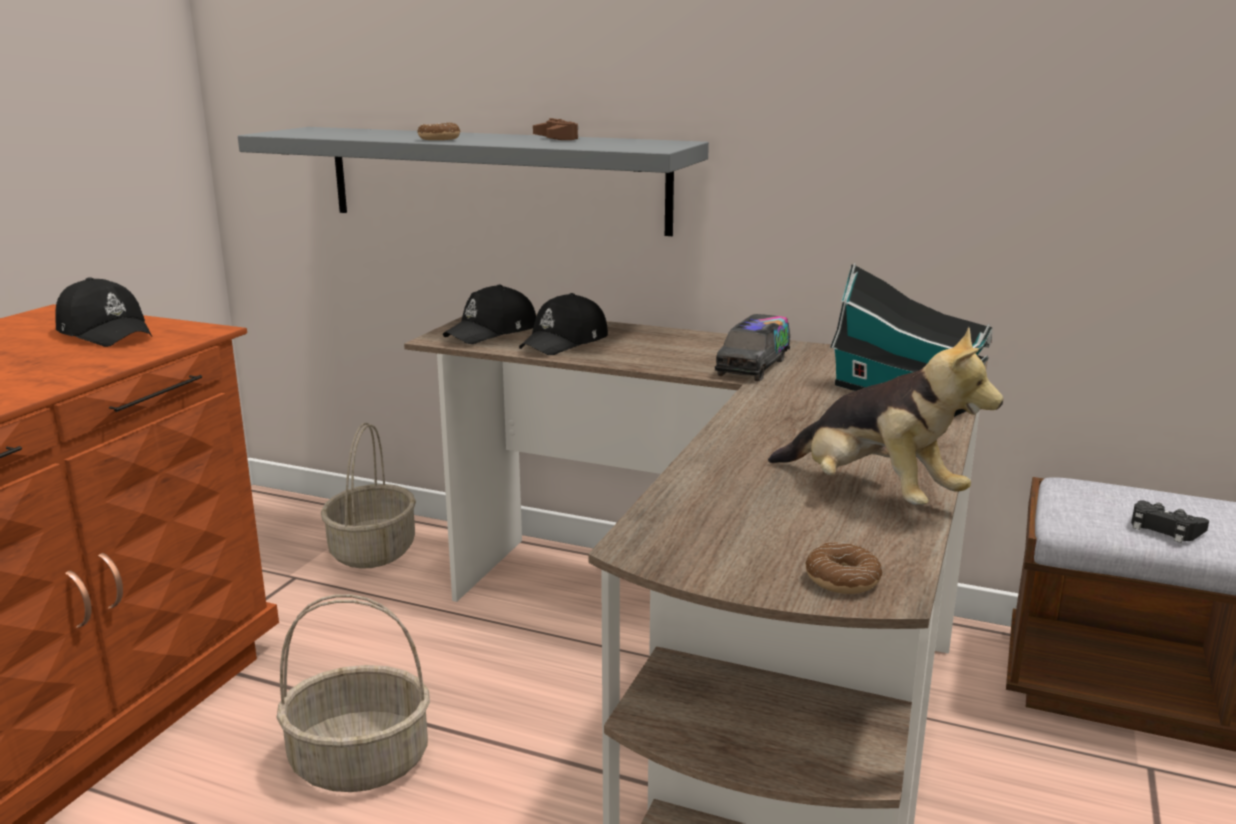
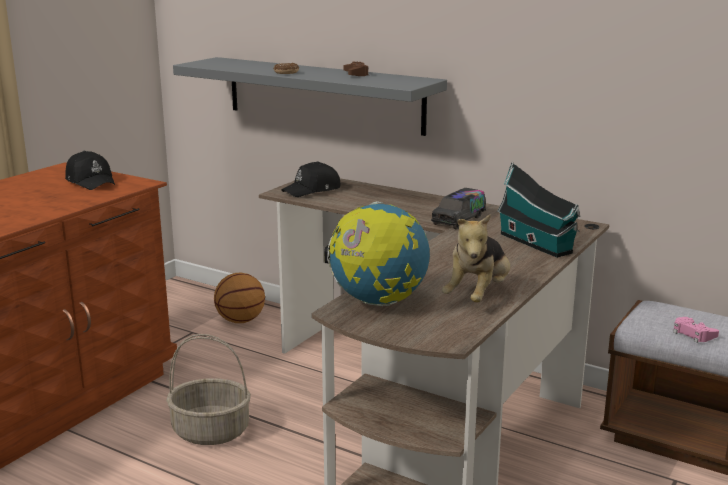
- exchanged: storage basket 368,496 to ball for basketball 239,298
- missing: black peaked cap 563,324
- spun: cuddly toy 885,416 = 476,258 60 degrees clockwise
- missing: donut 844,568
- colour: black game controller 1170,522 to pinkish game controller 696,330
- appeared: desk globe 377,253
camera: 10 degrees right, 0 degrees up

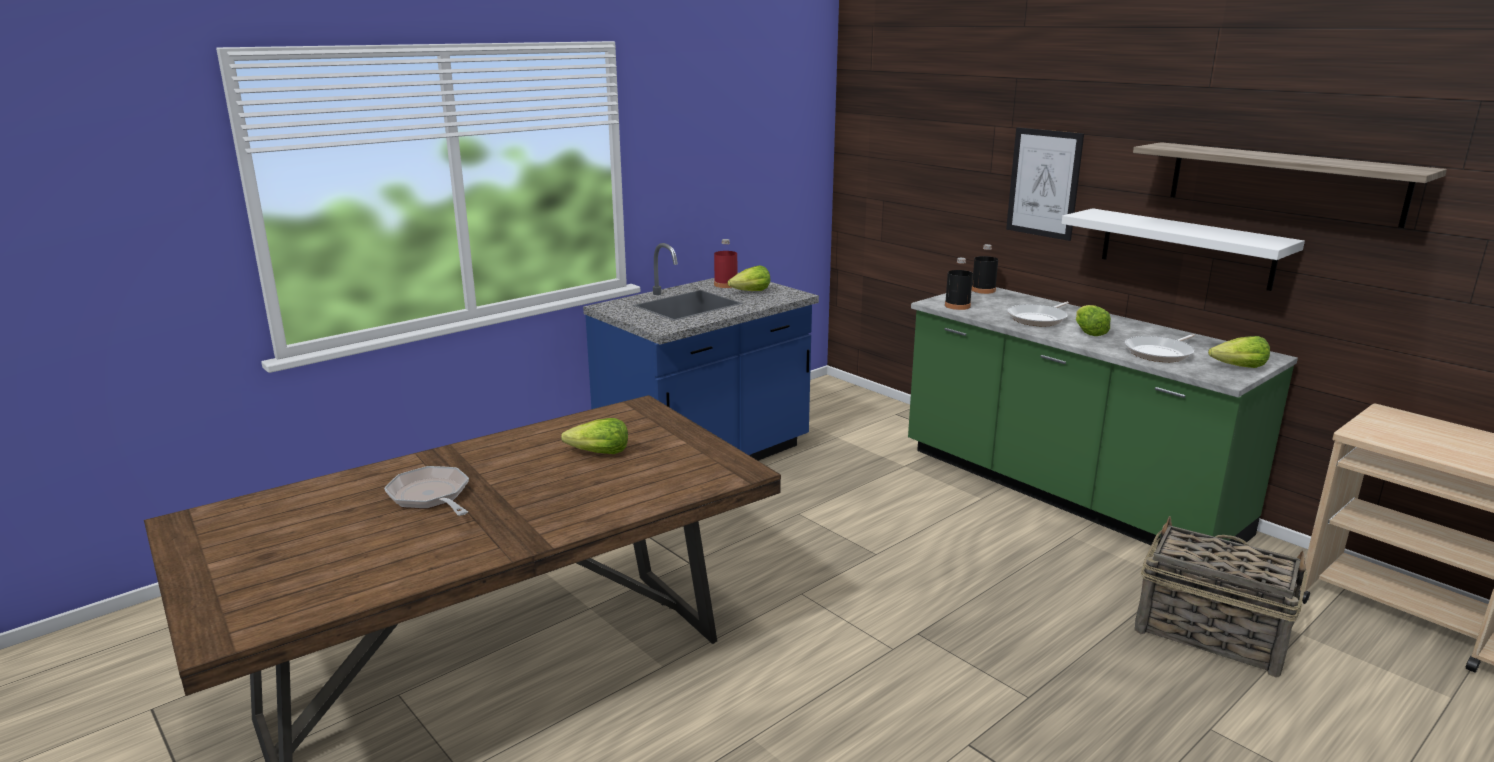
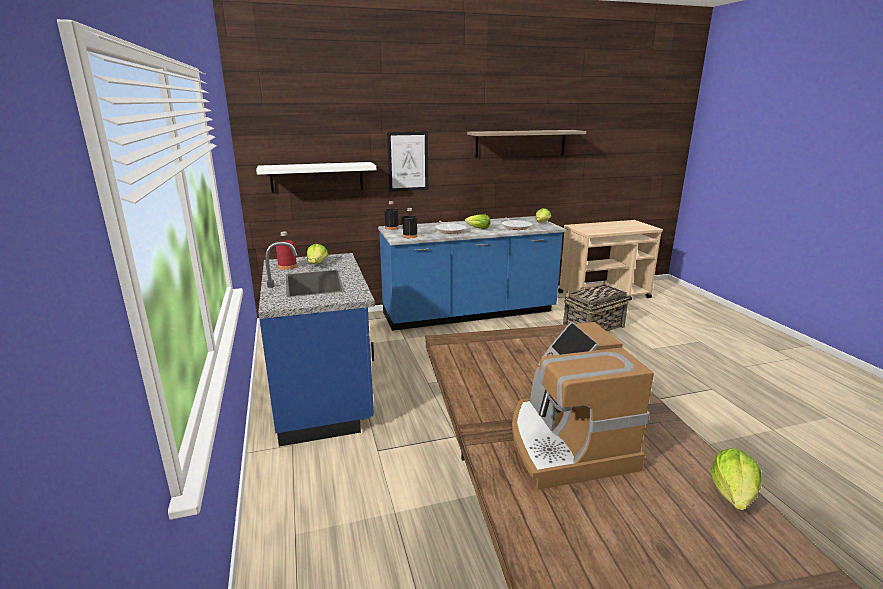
- exchanged: skillet 426,491 to coffee brewer 583,406
- relocated: lettuce 594,436 to 736,479
- colour: greenish kitchen base unit 1103,416 to blue-coloured kitchen base unit 472,273
- relocated: whitish bracket shelf 1183,249 to 316,177
camera: 65 degrees left, 0 degrees up

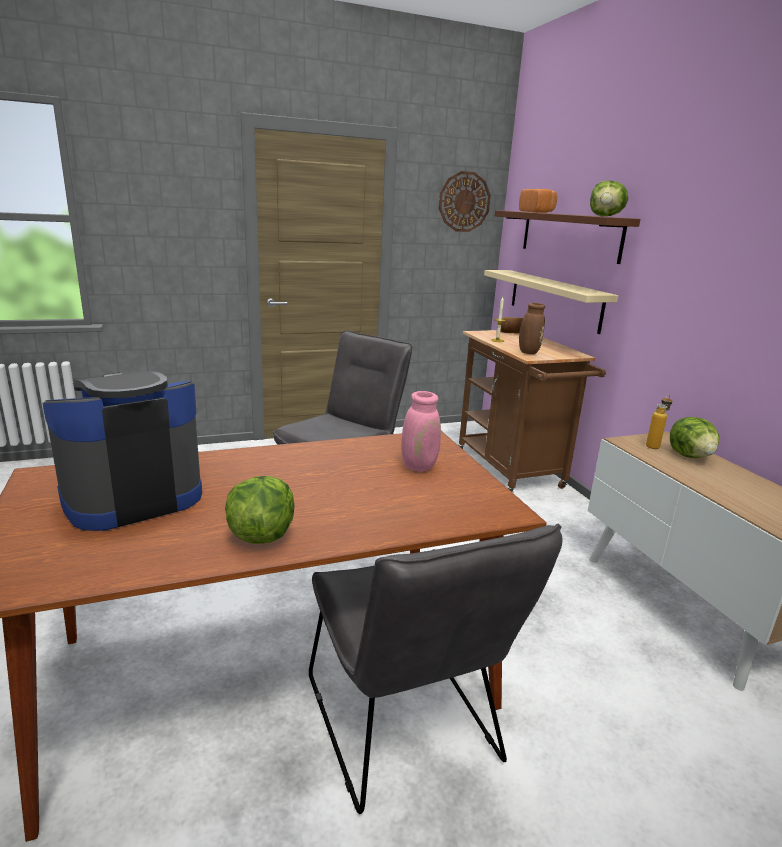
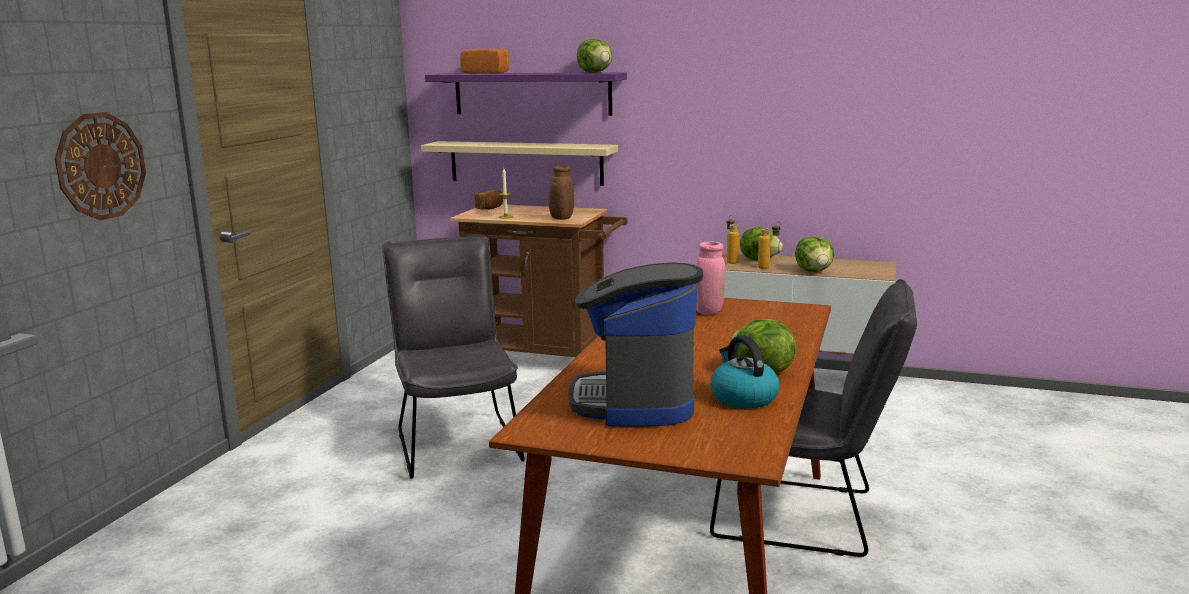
- relocated: wall clock 465,201 to 100,166
- colour: brown bracket shelf 567,237 to purplish bracket shelf 526,94
- appeared: tea kettle 744,372
- appeared: bottle 770,245
- appeared: lettuce 814,254
camera: 50 degrees left, 5 degrees down

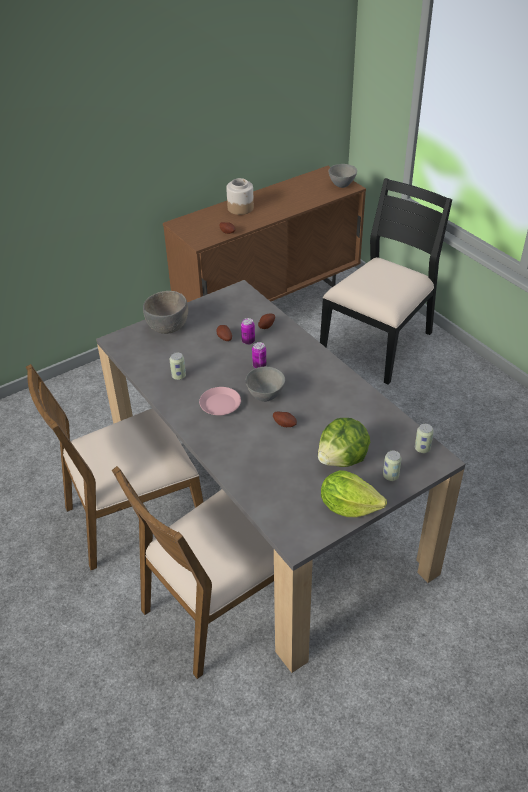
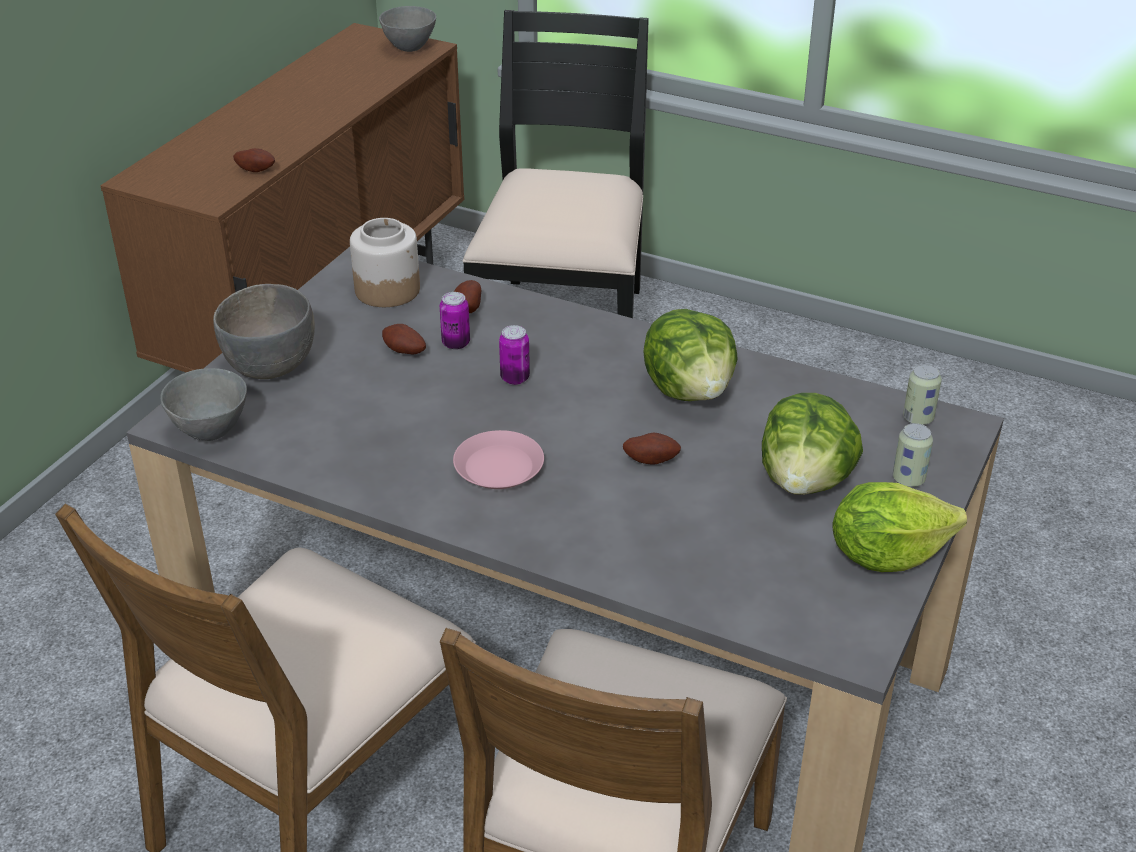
- missing: can 178,366
- relocated: storage jar 240,196 to 385,262
- relocated: gray deep dish 265,384 to 203,404
- appeared: lettuce 690,355
camera: 30 degrees left, 5 degrees down

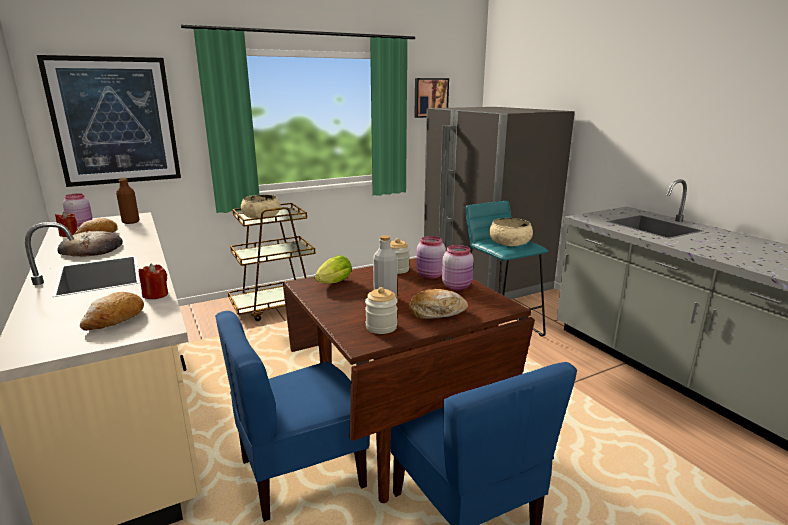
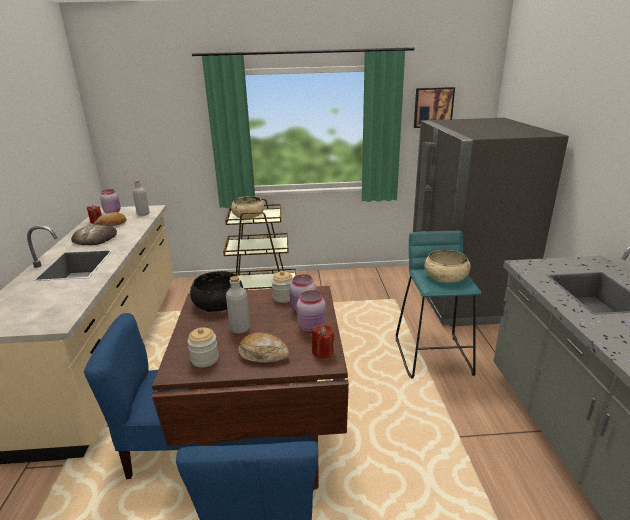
- missing: wall art 109,121
- missing: bread 112,311
- colour: brown bottle 127,200 to gray bottle 141,198
- relocated: reddish wax light 153,281 to 323,341
- exchanged: lettuce 333,269 to black deep dish 216,291
camera: 25 degrees right, 5 degrees up

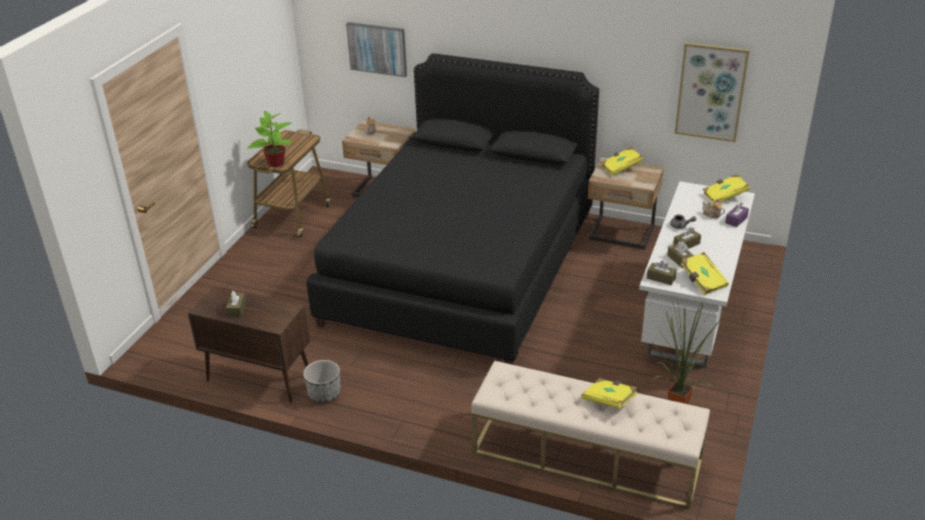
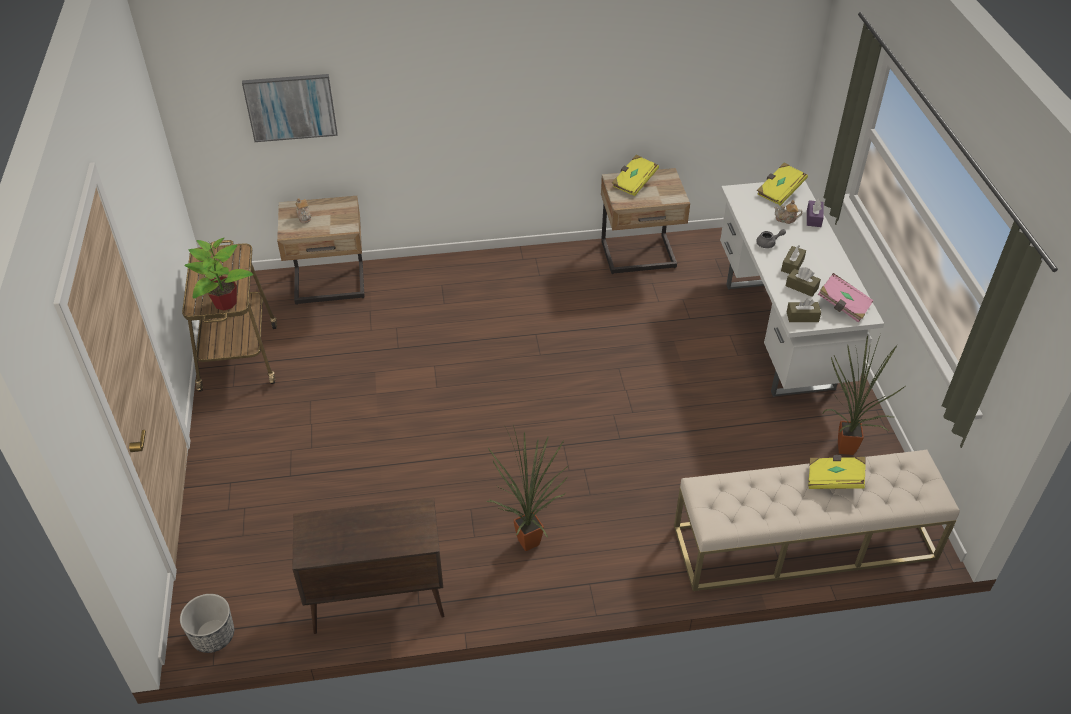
- missing: brown tissue holder 236,304
- relocated: flower pot 322,381 to 207,623
- missing: black bedroom bed 452,209
- missing: wall art 712,92
- colour: yellow-coloured bound book 704,273 to pinkish bound book 846,297
- appeared: houseplant 527,488
camera: 30 degrees left, 10 degrees up

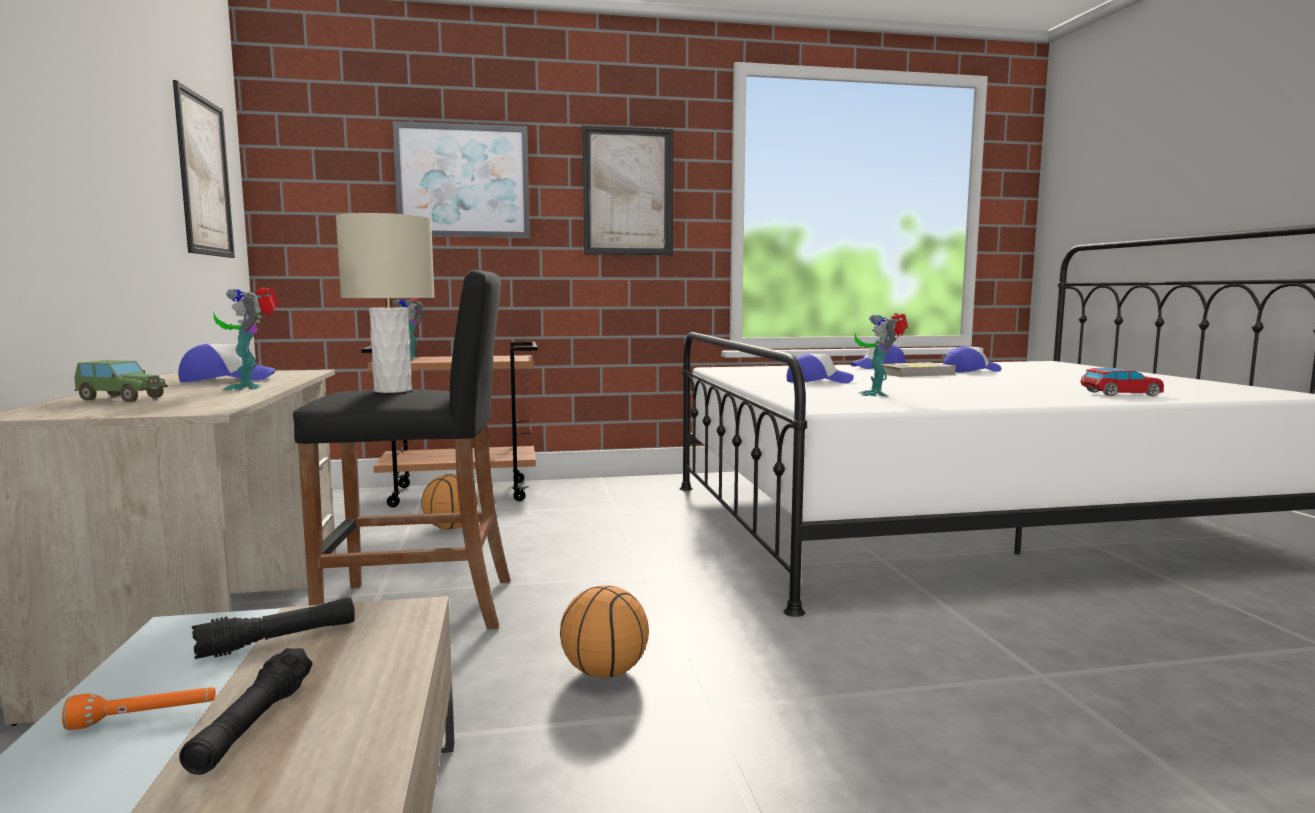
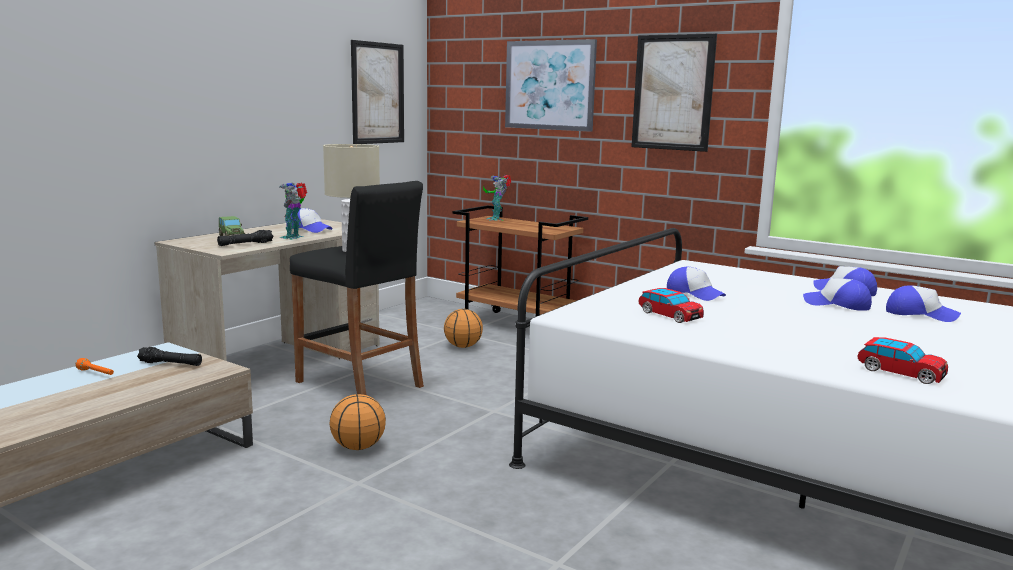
- relocated: black hand torch 245,711 to 245,238
- exchanged: robot figure 881,355 to toy car 671,305
- exchanged: bound book 918,369 to peaked cap 837,294
camera: 45 degrees right, 5 degrees up

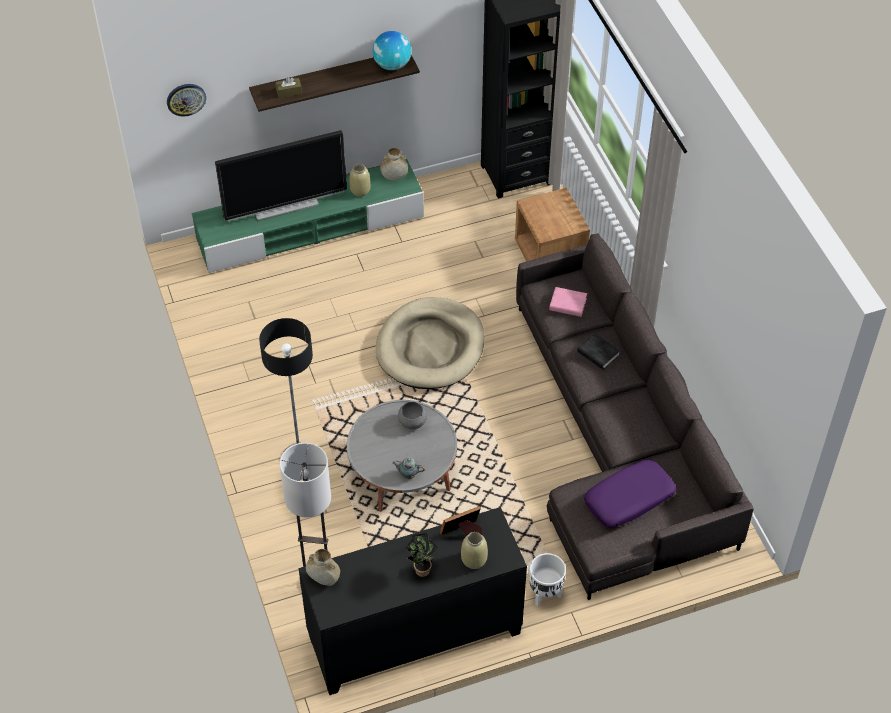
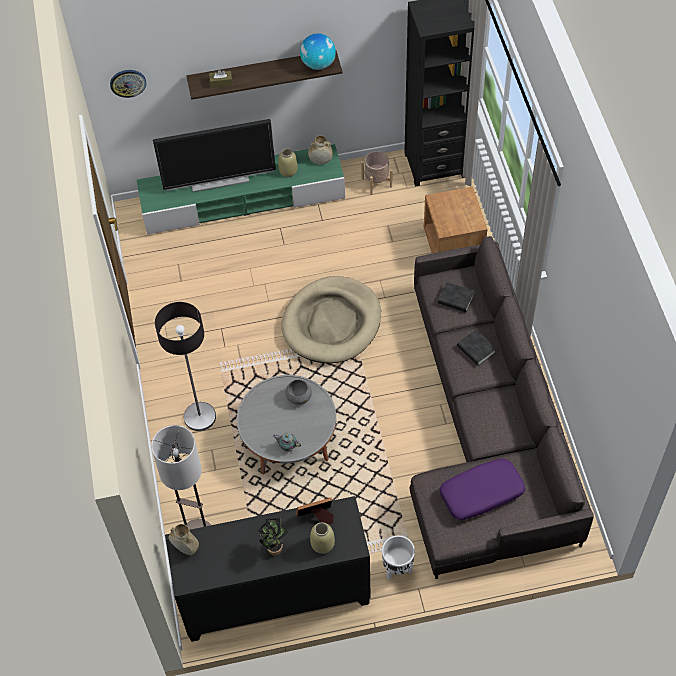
- colour: pinkish bound book 568,302 to black bound book 456,297
- appeared: sand-coloured flower pot 376,173
camera: 10 degrees right, 5 degrees up

